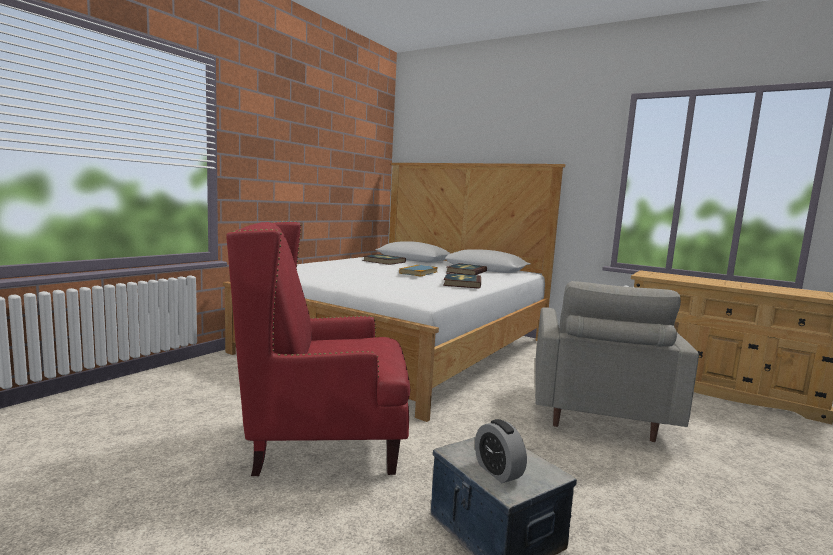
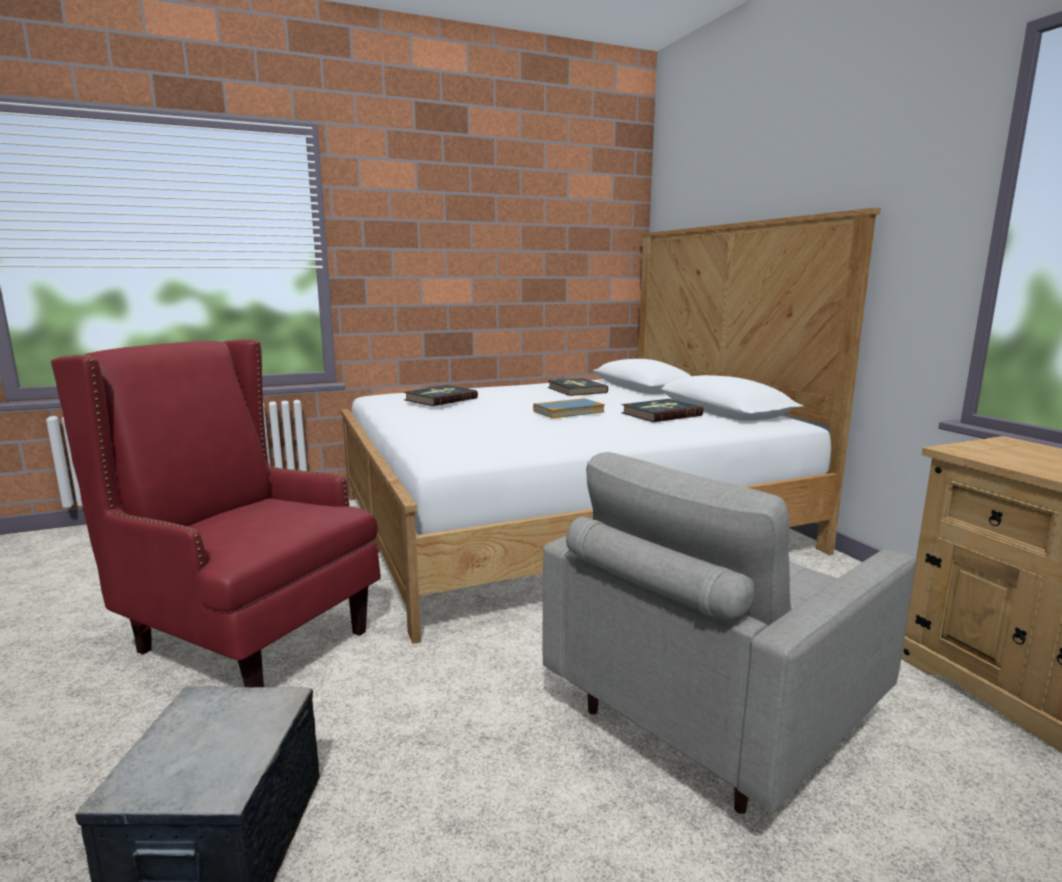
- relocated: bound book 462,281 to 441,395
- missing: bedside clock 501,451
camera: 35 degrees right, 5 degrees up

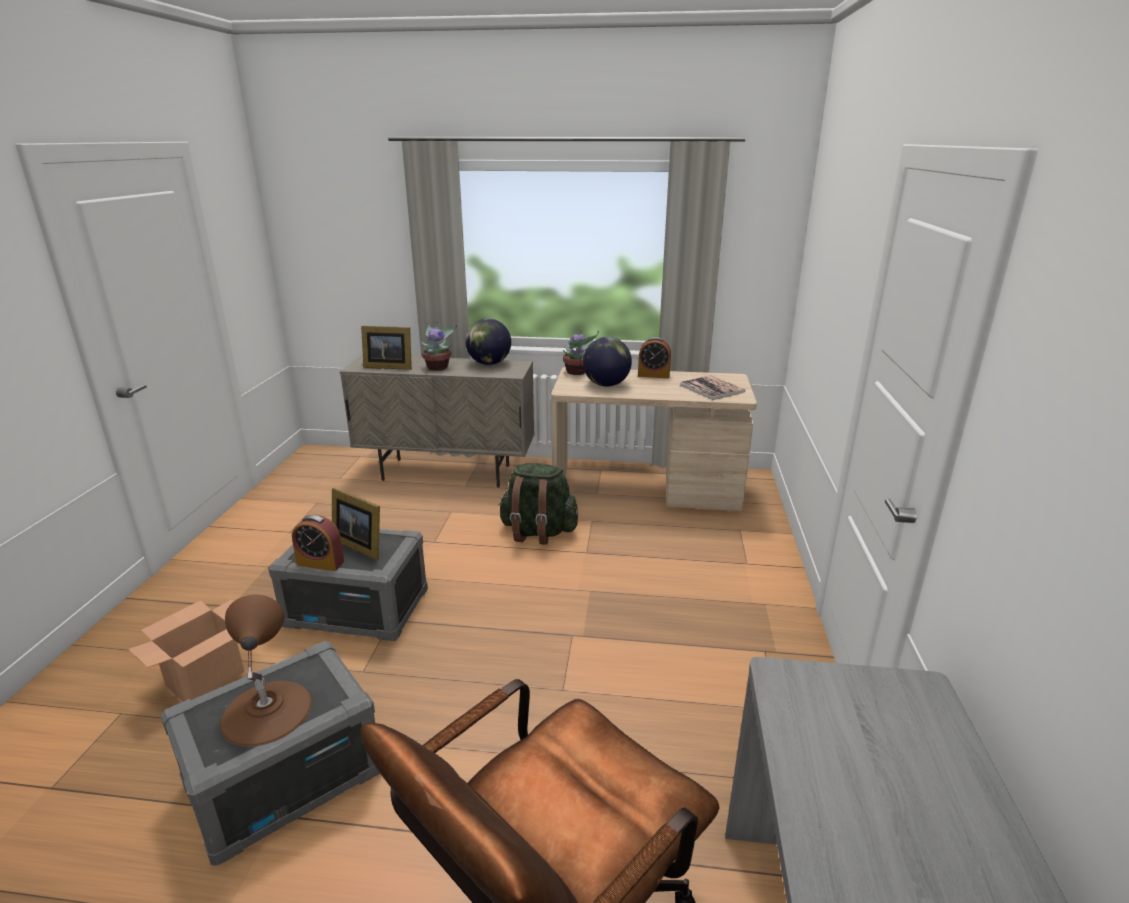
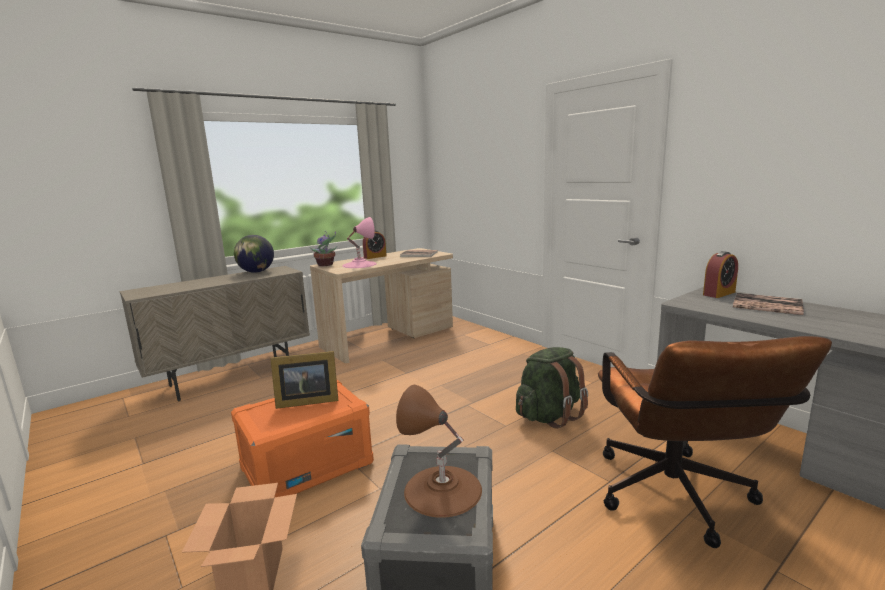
- colour: gray storage bin 348,585 to orangey storage bin 302,439
- relocated: bedside clock 318,543 to 720,274
- missing: standing frame 386,348
- missing: houseplant 438,346
- relocated: greenish knapsack 538,504 to 552,388
- exchanged: desk globe 607,361 to pinkish lamp for a table 359,242
- appeared: bound book 768,304
camera: 45 degrees left, 10 degrees down

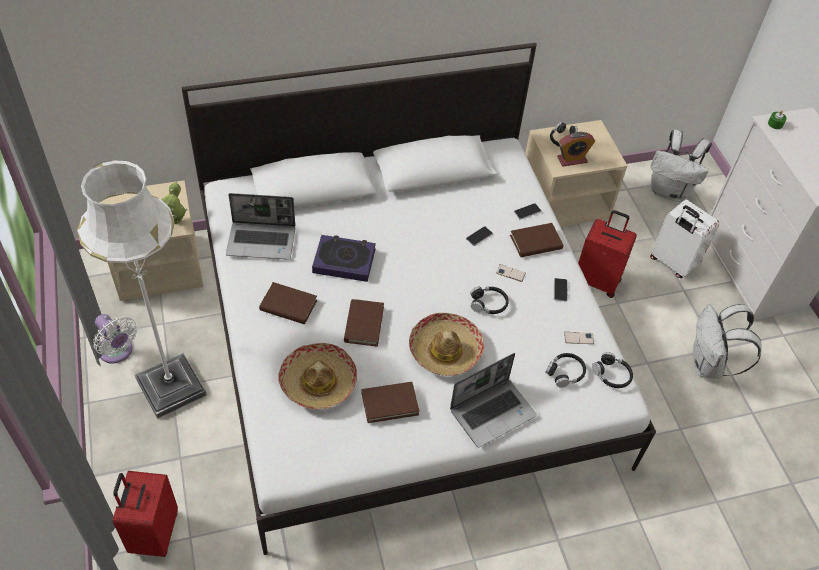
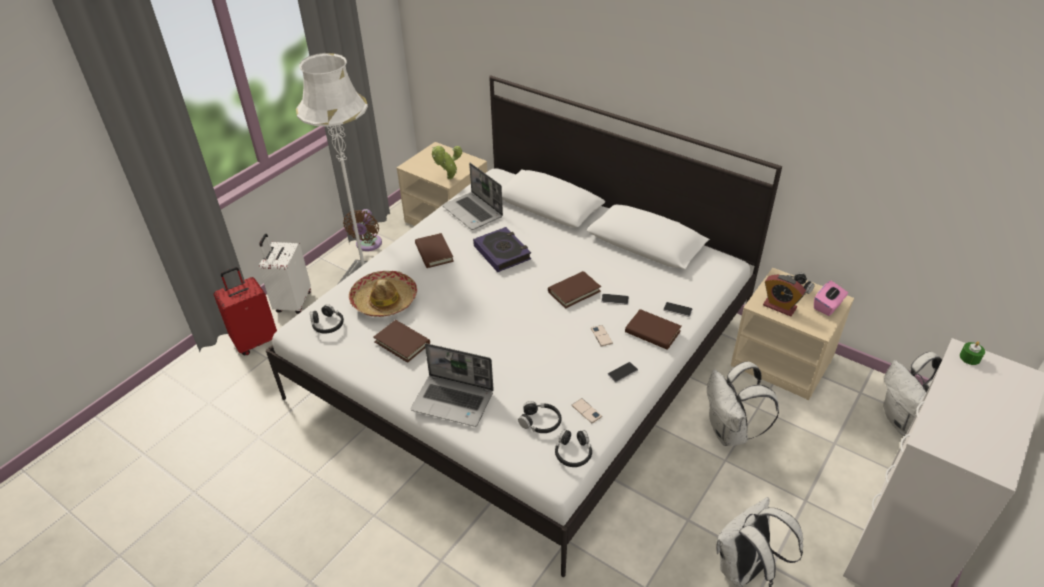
- colour: whitish fan 115,339 to brown fan 362,230
- relocated: brown bound book 364,323 to 574,290
- missing: wearable hat 446,344
- relocated: black pair of headphones 489,300 to 327,319
- exchanged: reddish suitcase 607,254 to whitish knapsack 743,403
- relocated: whitish suitcase 685,239 to 285,274
- appeared: pinkish tissue holder 831,298
camera: 55 degrees right, 10 degrees down

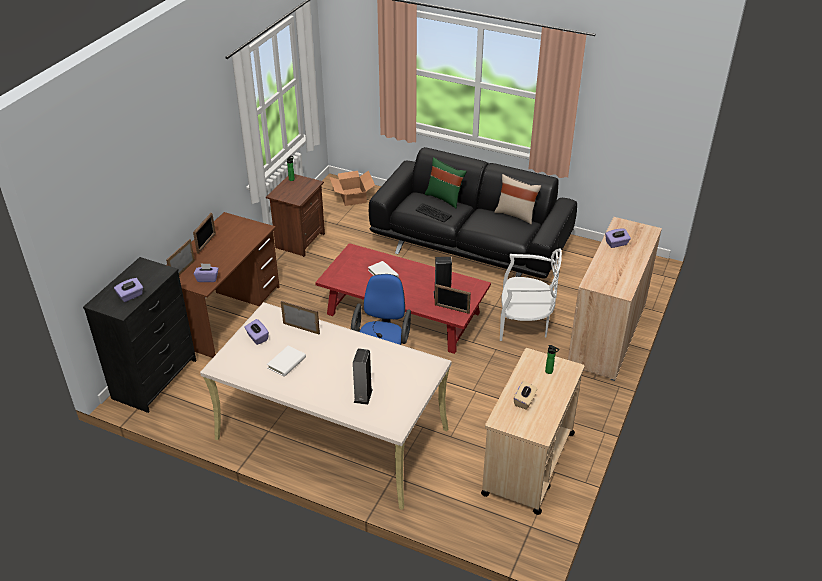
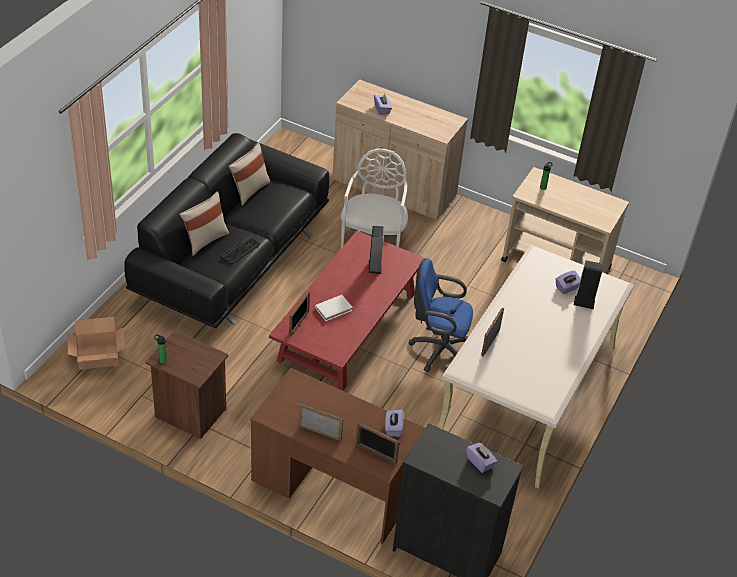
- relocated: purplish tissue holder 256,332 to 568,282
- missing: whitish bound book 286,361
- colour: greenish cushion 446,182 to sand-coloured cushion 204,224
- relocated: standing frame 453,299 to 299,314
- missing: sand-coloured tissue holder 525,395
camera: 90 degrees left, 5 degrees up

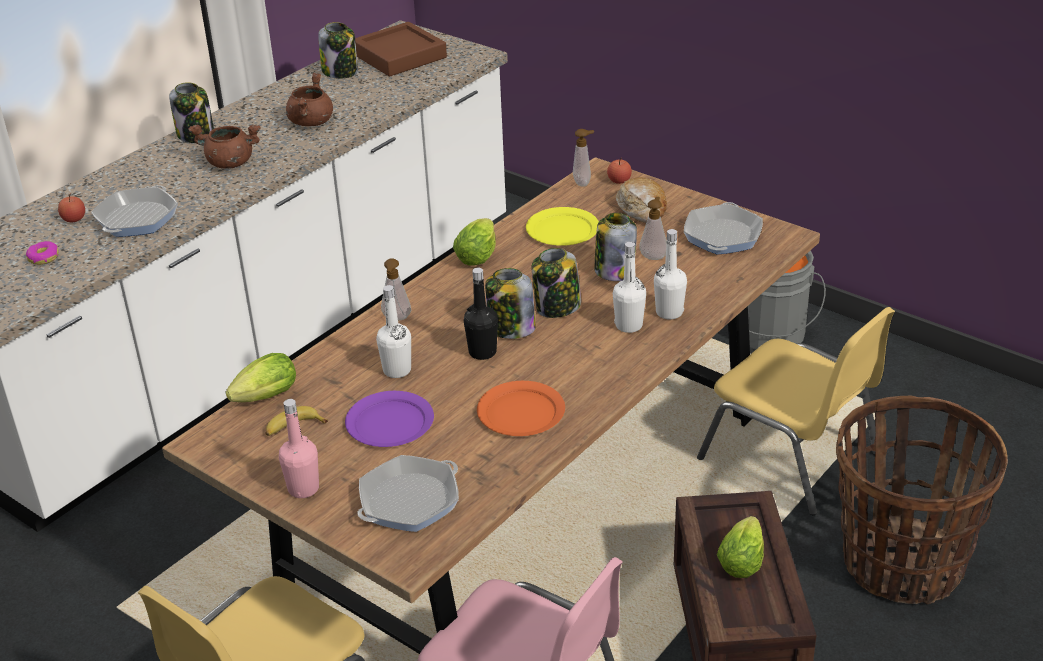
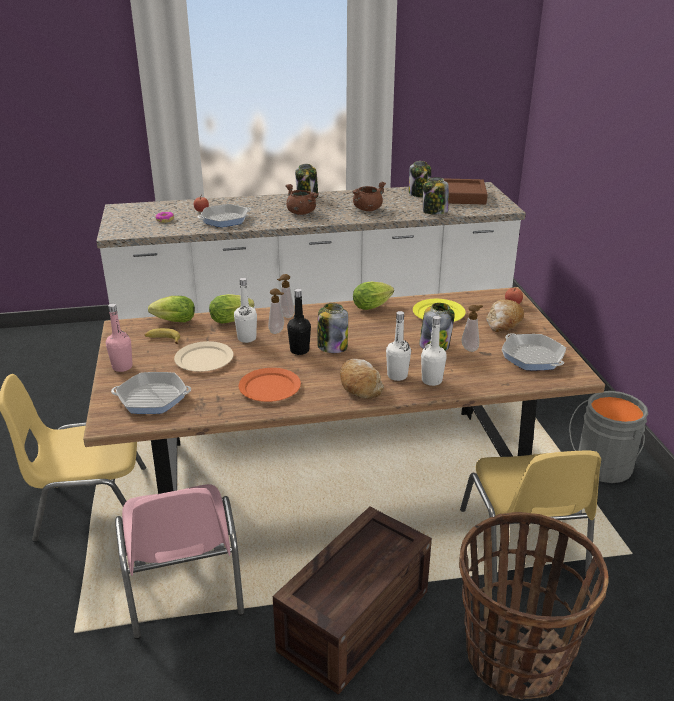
- colour: purplish dinner plate 389,419 to sand-coloured dinner plate 203,356
- relocated: storage jar 556,283 to 436,195
- relocated: soap dispenser 583,158 to 276,311
- spun: skillet 723,228 = 534,351 90 degrees counterclockwise
- relocated: lettuce 740,547 to 231,308
- appeared: bread 362,379
camera: 40 degrees right, 5 degrees down

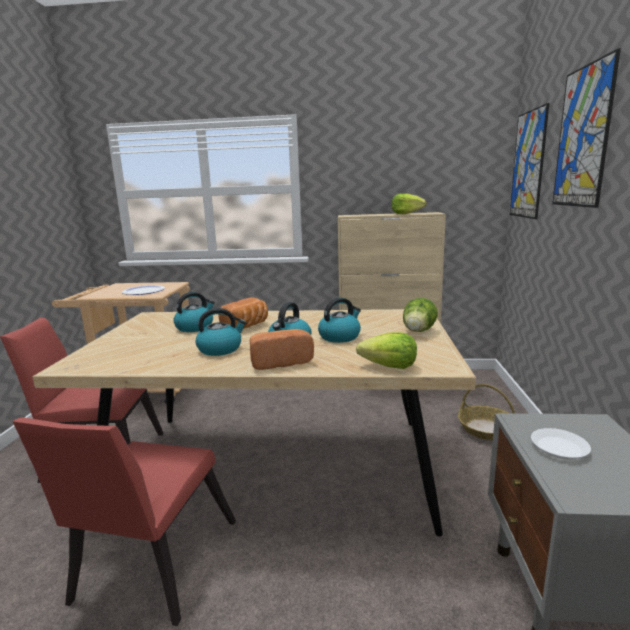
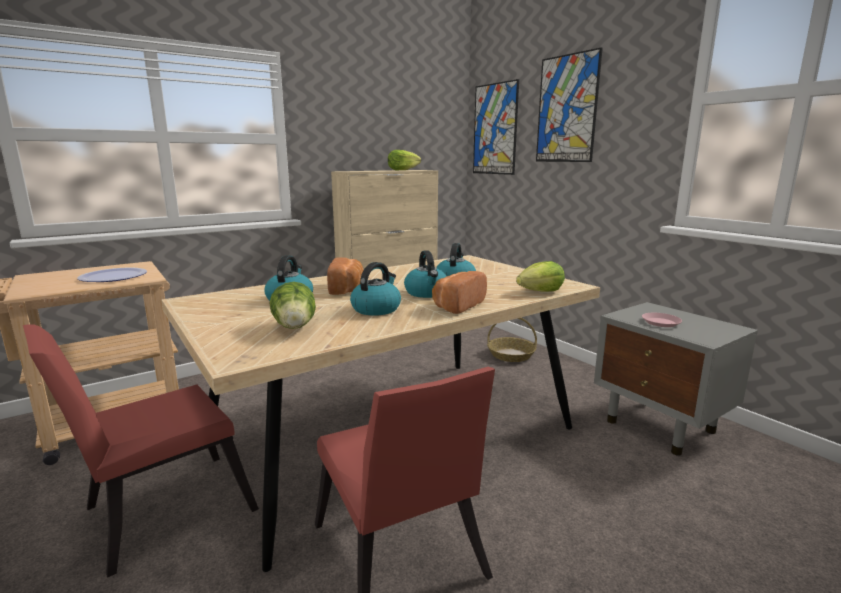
- relocated: lettuce 420,315 to 292,305
- colour: whitish dinner plate 561,444 to pinkish dinner plate 662,320
camera: 40 degrees left, 0 degrees up

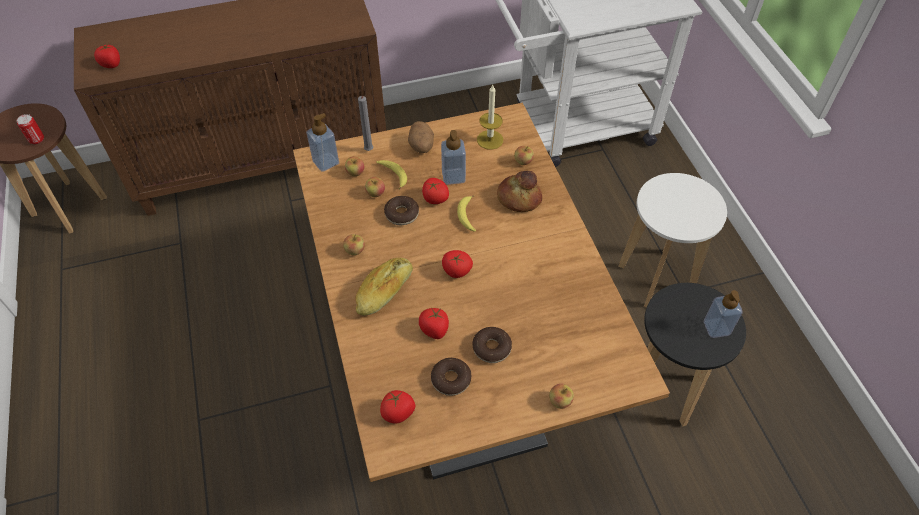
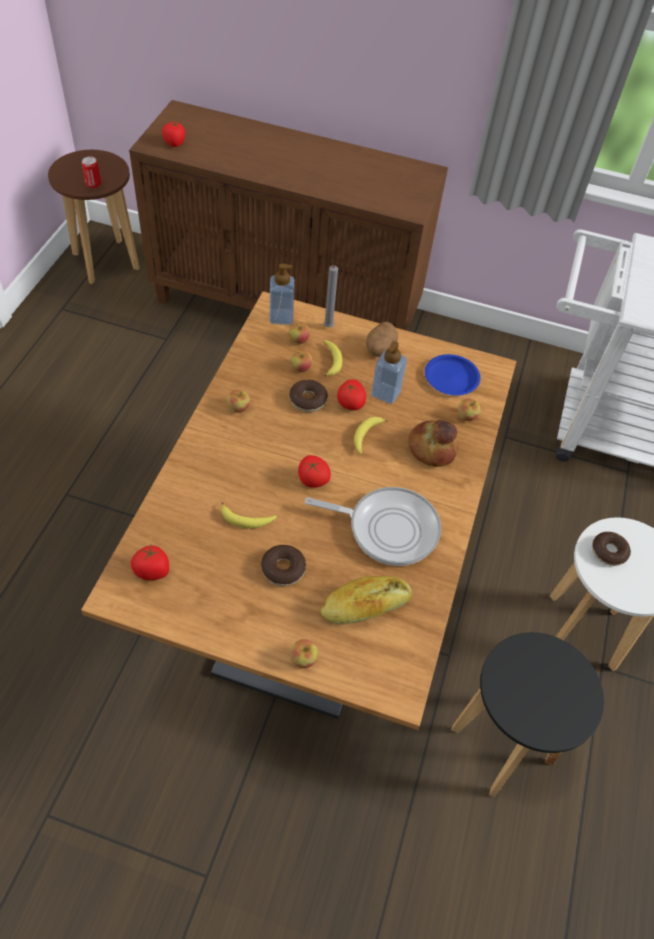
- relocated: bread 384,286 to 366,600
- exchanged: fresh tomato 434,323 to banana 249,515
- relocated: donut 451,377 to 611,549
- exchanged: wax light 490,117 to blue-coloured dinner plate 452,375
- missing: soap dispenser 723,314
- appeared: skillet 373,526
camera: 30 degrees right, 0 degrees up

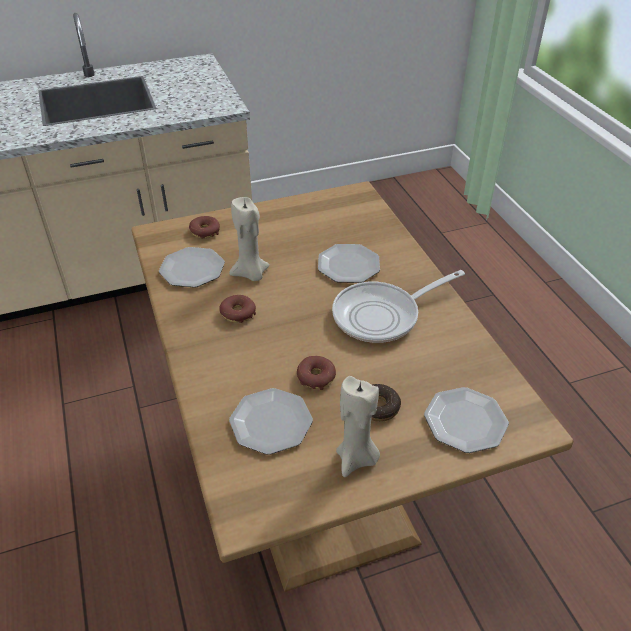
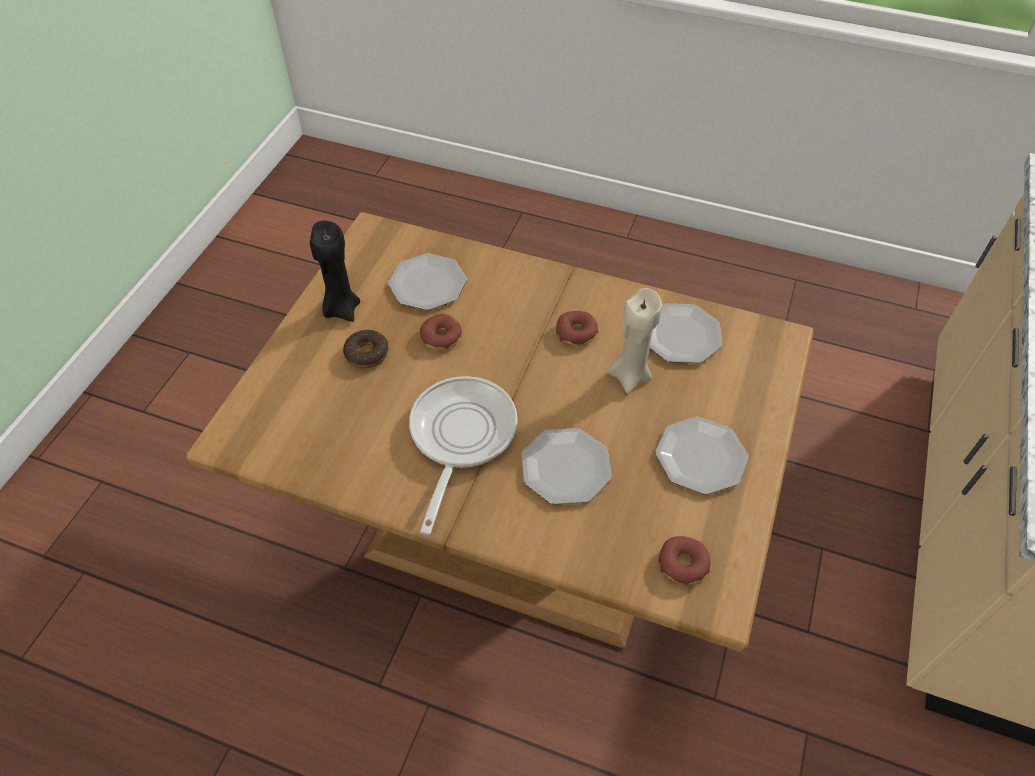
- relocated: donut 204,227 to 684,560
- colour: sand-coloured wax light 358,426 to black wax light 335,271
- relocated: dinner plate 466,420 to 701,456
camera: 130 degrees right, 10 degrees up

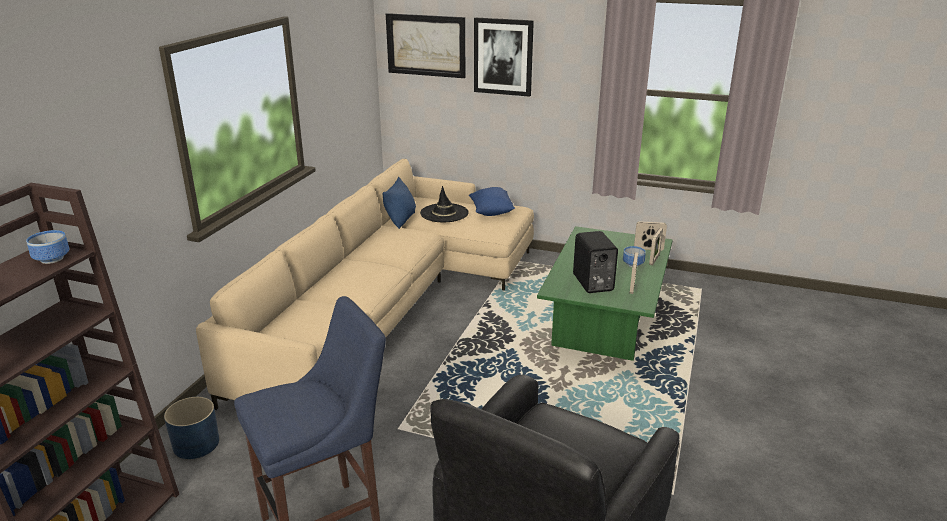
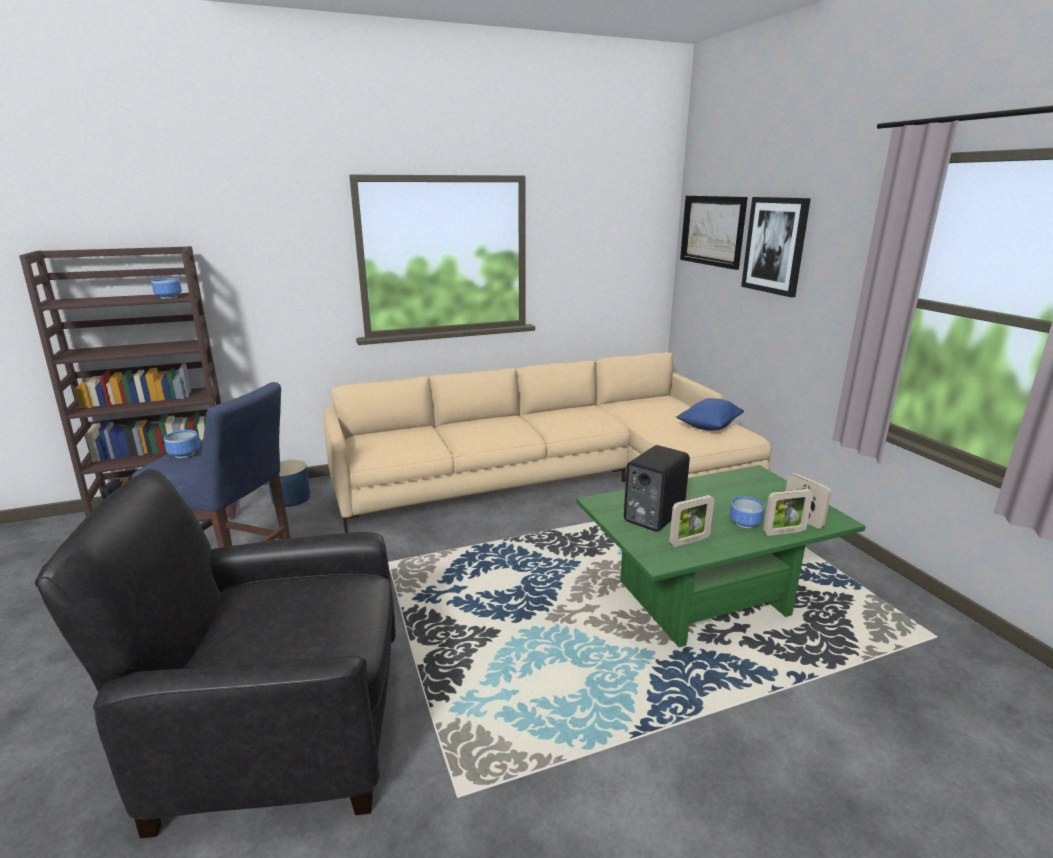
- missing: blue-coloured cushion 399,203
- missing: black wearable hat 444,204
- appeared: deep dish 182,444
camera: 50 degrees right, 5 degrees down

